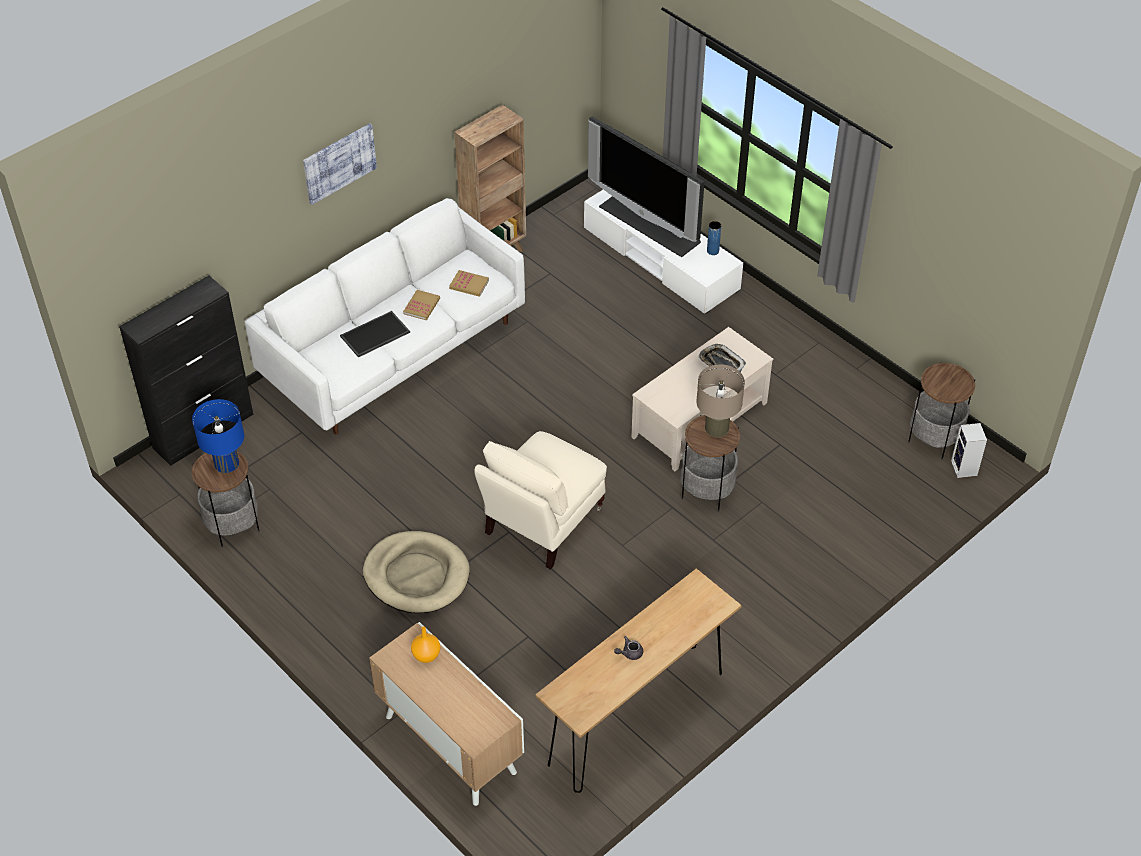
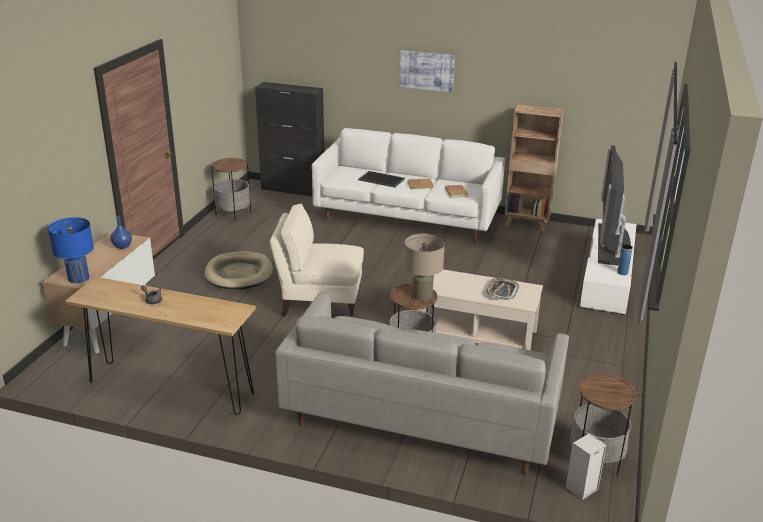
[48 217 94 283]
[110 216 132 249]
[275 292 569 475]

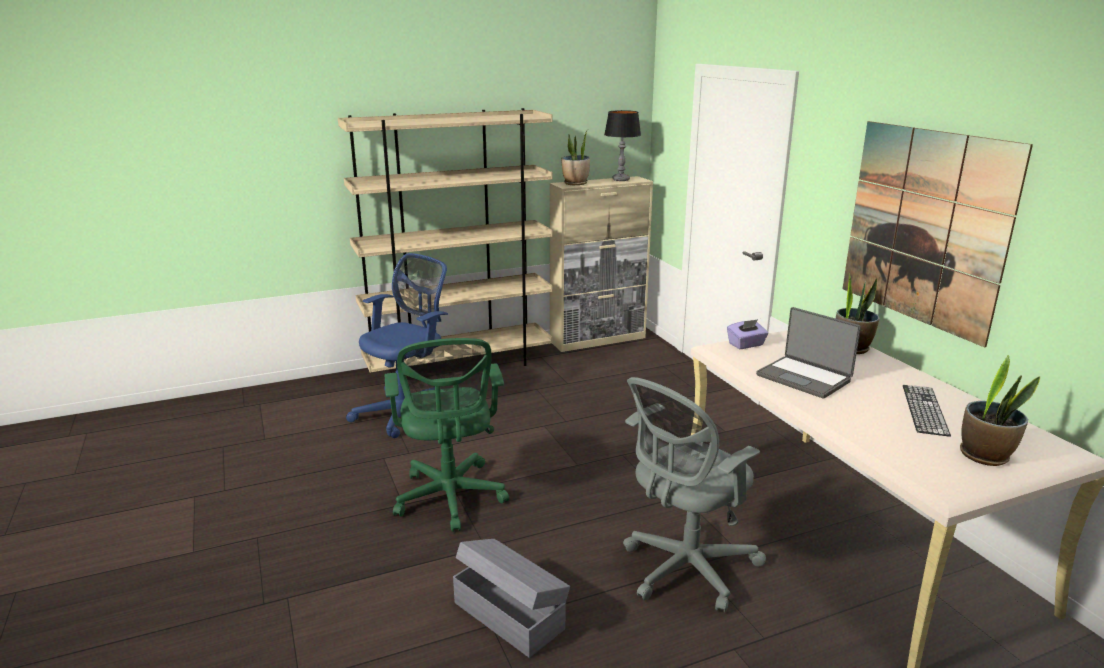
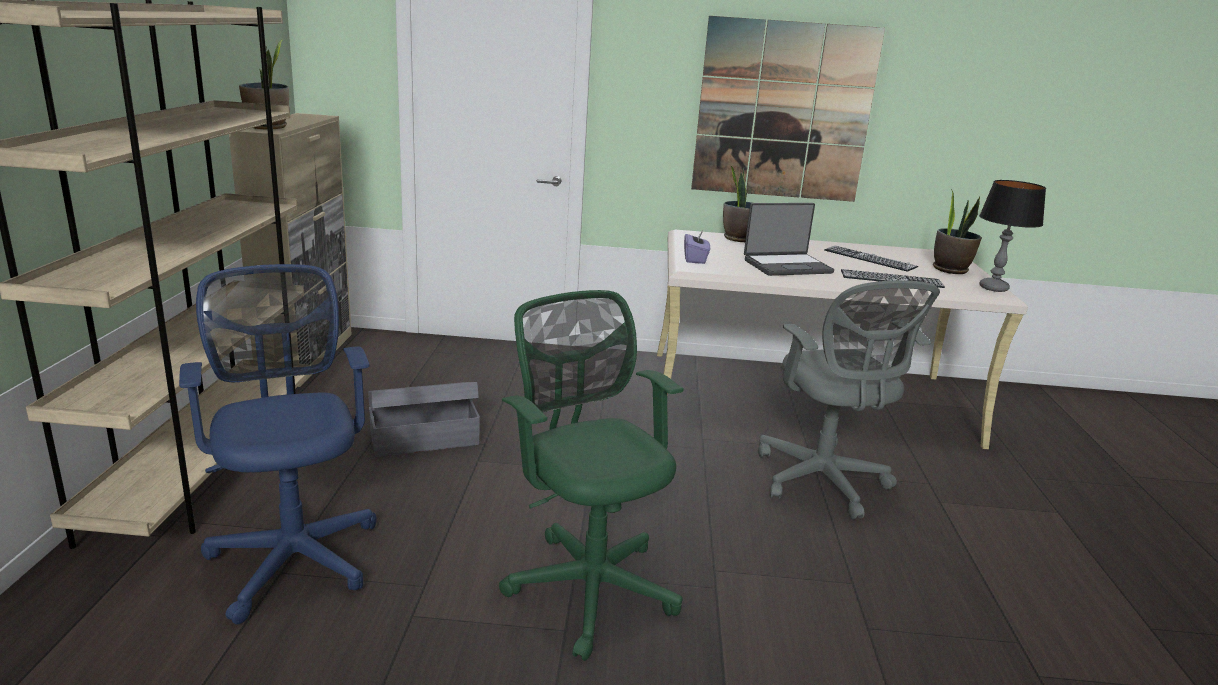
[368 382 480 457]
[499 290 684 661]
[841 269 945 288]
[979 180 1046 292]

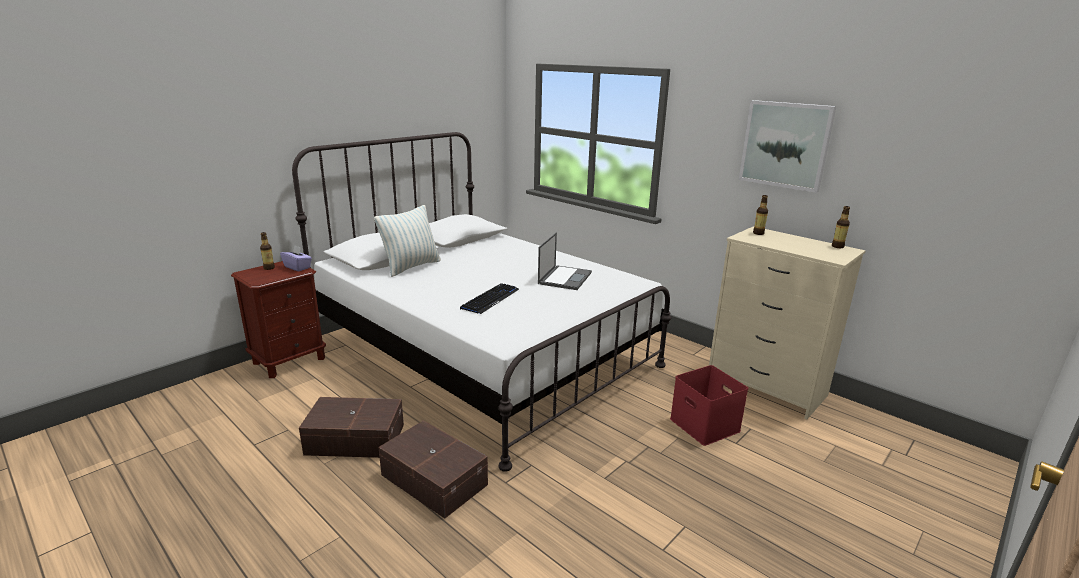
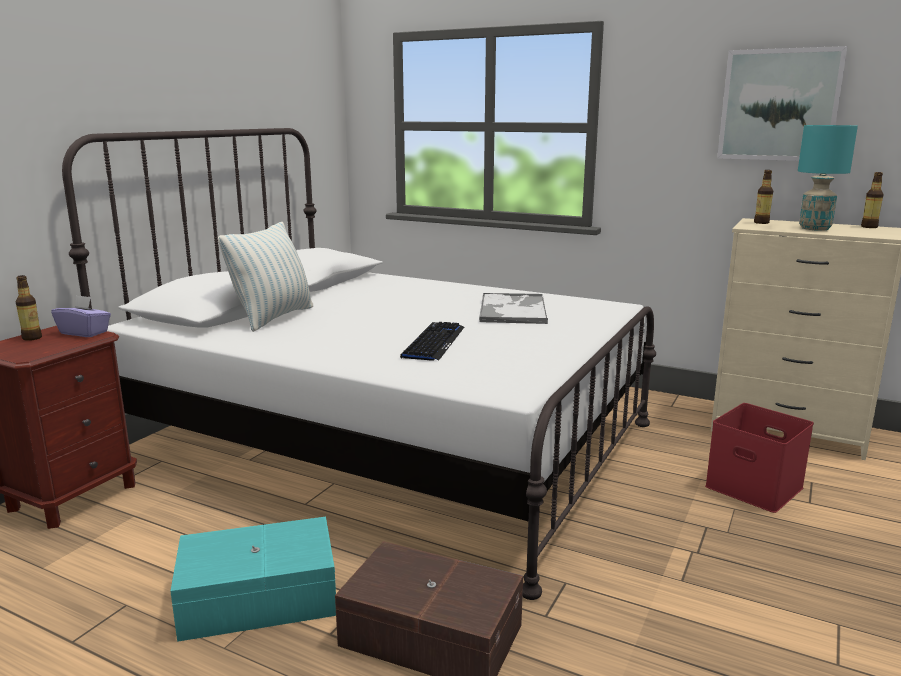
[170 517 336 642]
[479 293 548 324]
[798 125 858 231]

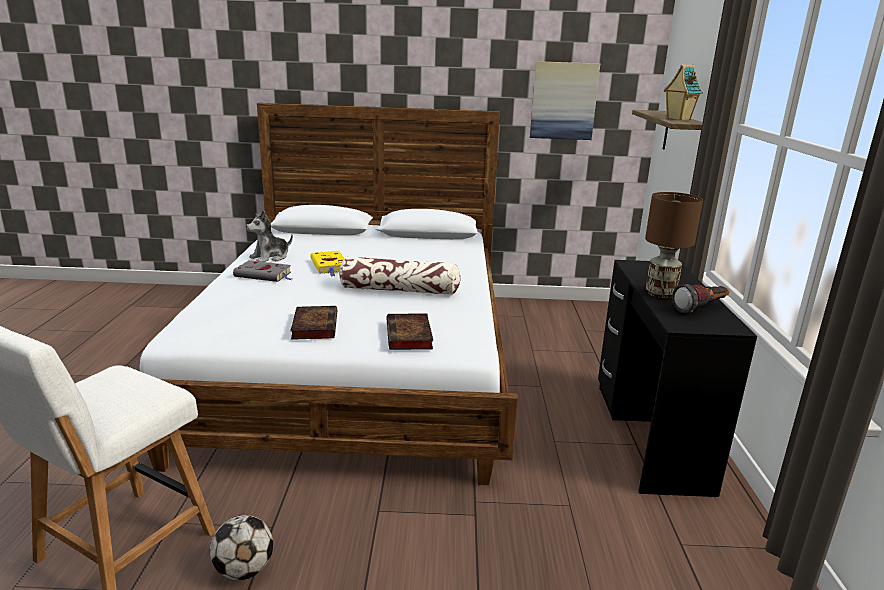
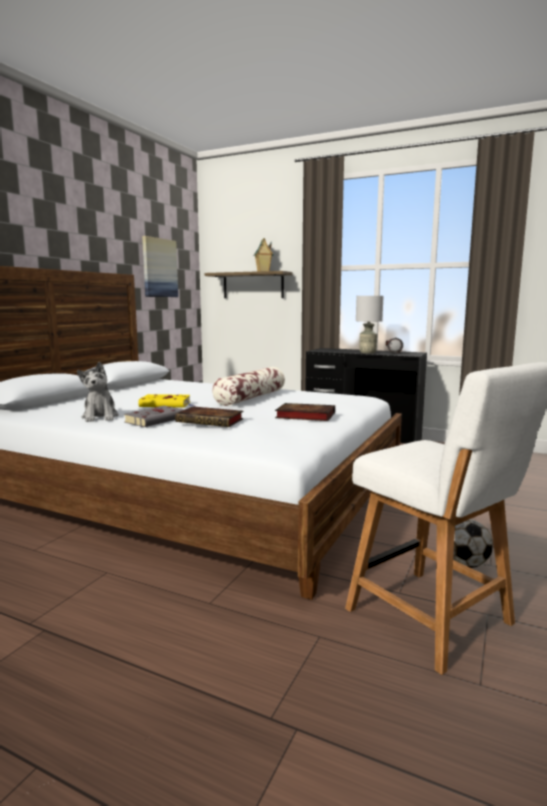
[175 406 243 427]
[356 296 384 354]

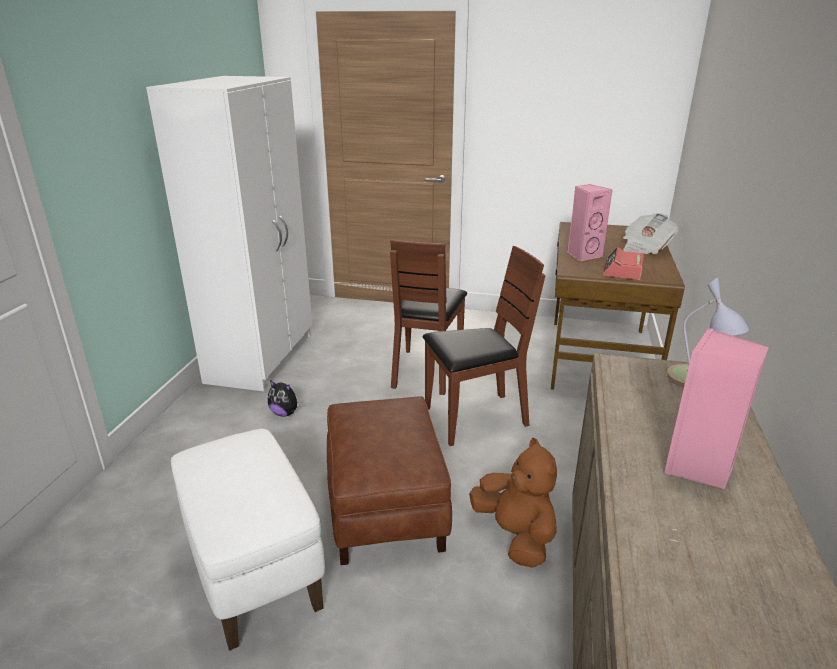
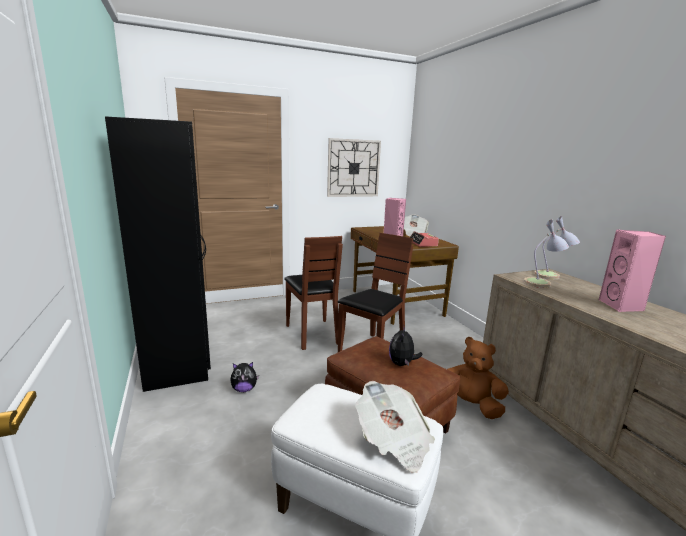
[105 116 211 392]
[327 138 381 197]
[355 381 435 473]
[389 327 422 366]
[524 220 569 288]

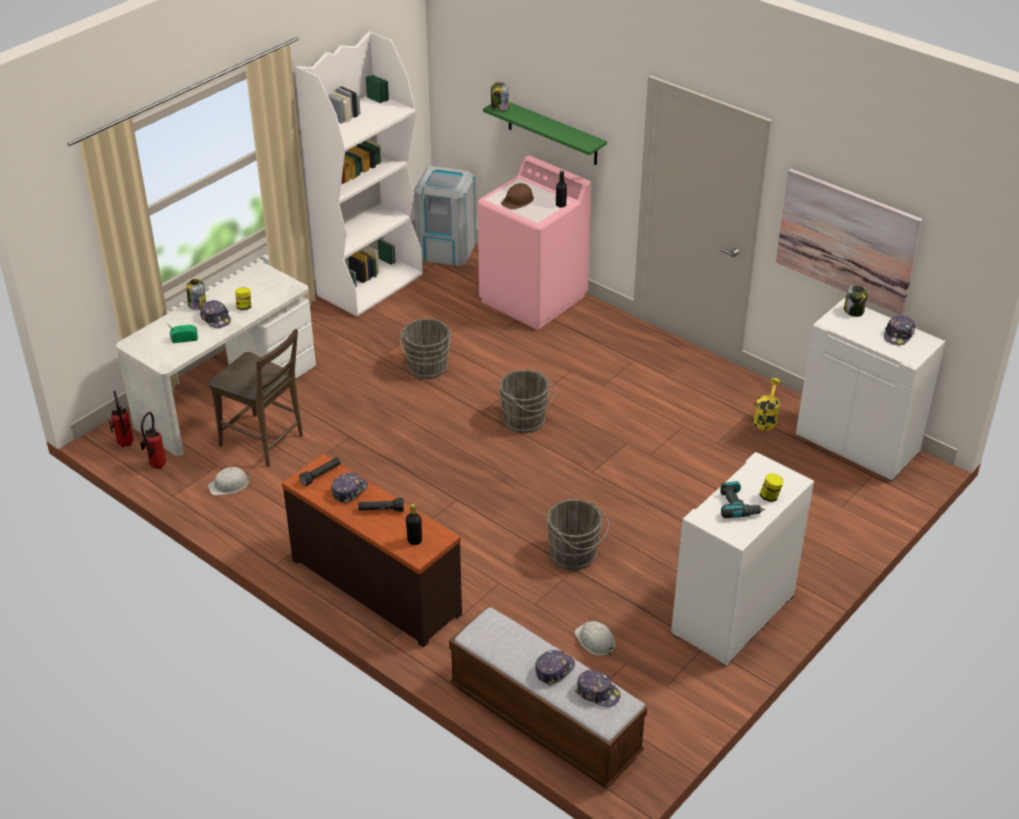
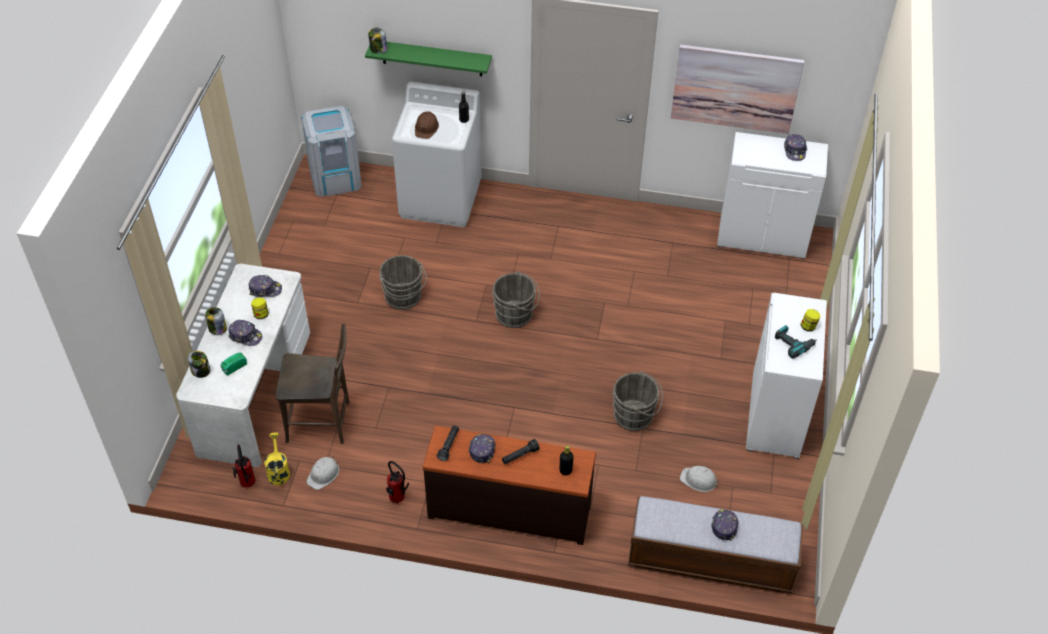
[188 351 210 378]
[249 275 282 297]
[264 432 290 486]
[386 461 409 503]
[392 82 482 227]
[295 31 423 317] (first image)

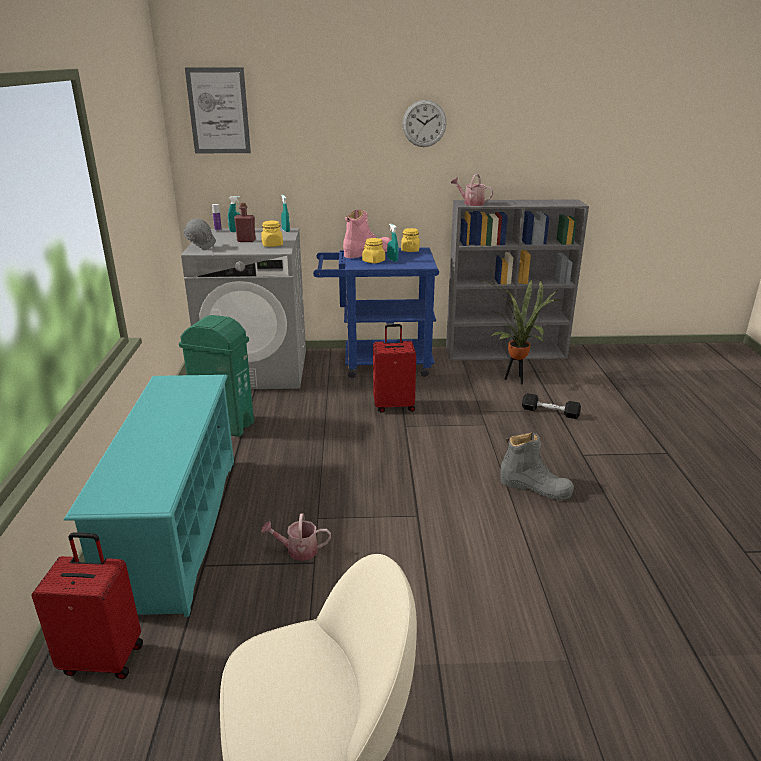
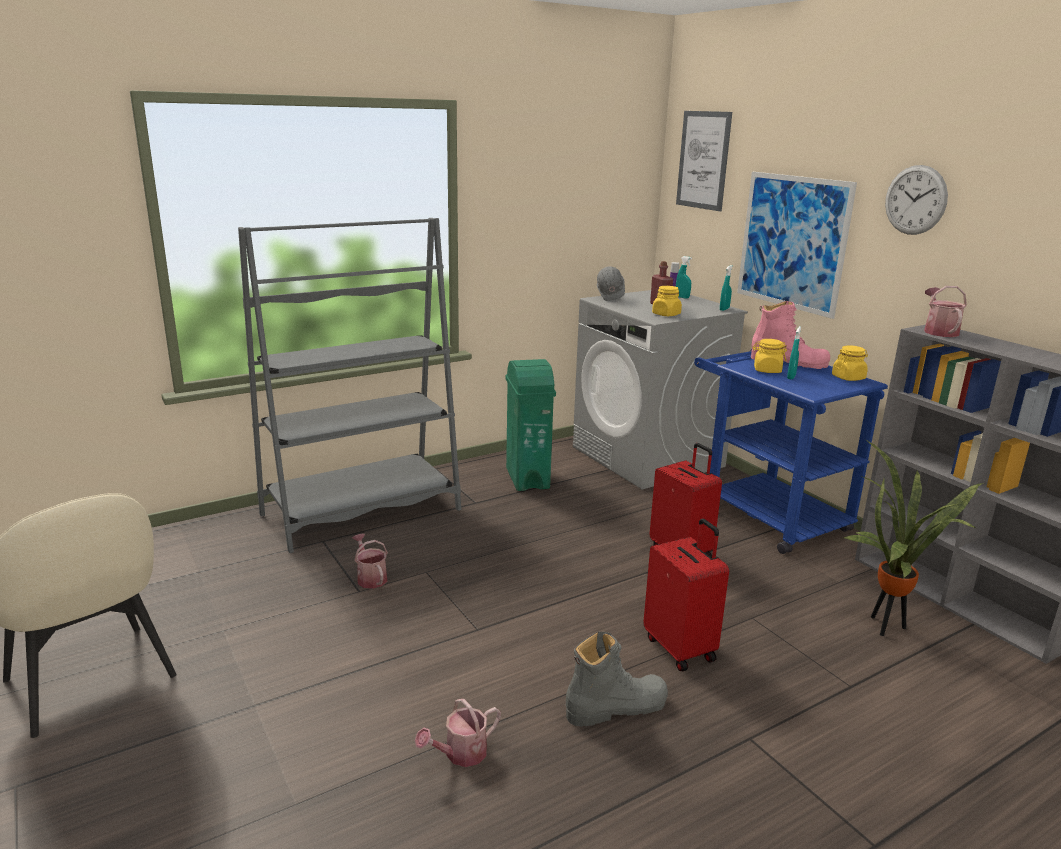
[238 218 461 553]
[415 699 501 767]
[566 632 668 727]
[643 518 729 672]
[737 172 857 319]
[522 393 581 419] (first image)

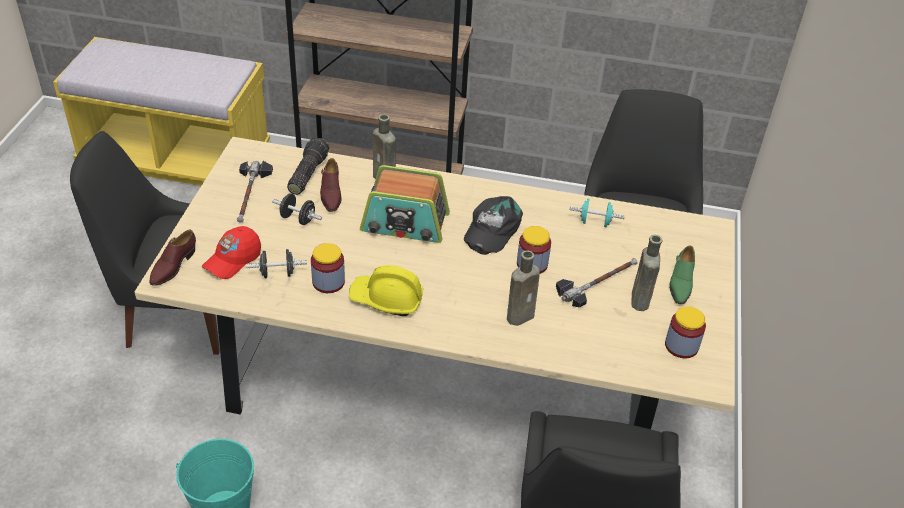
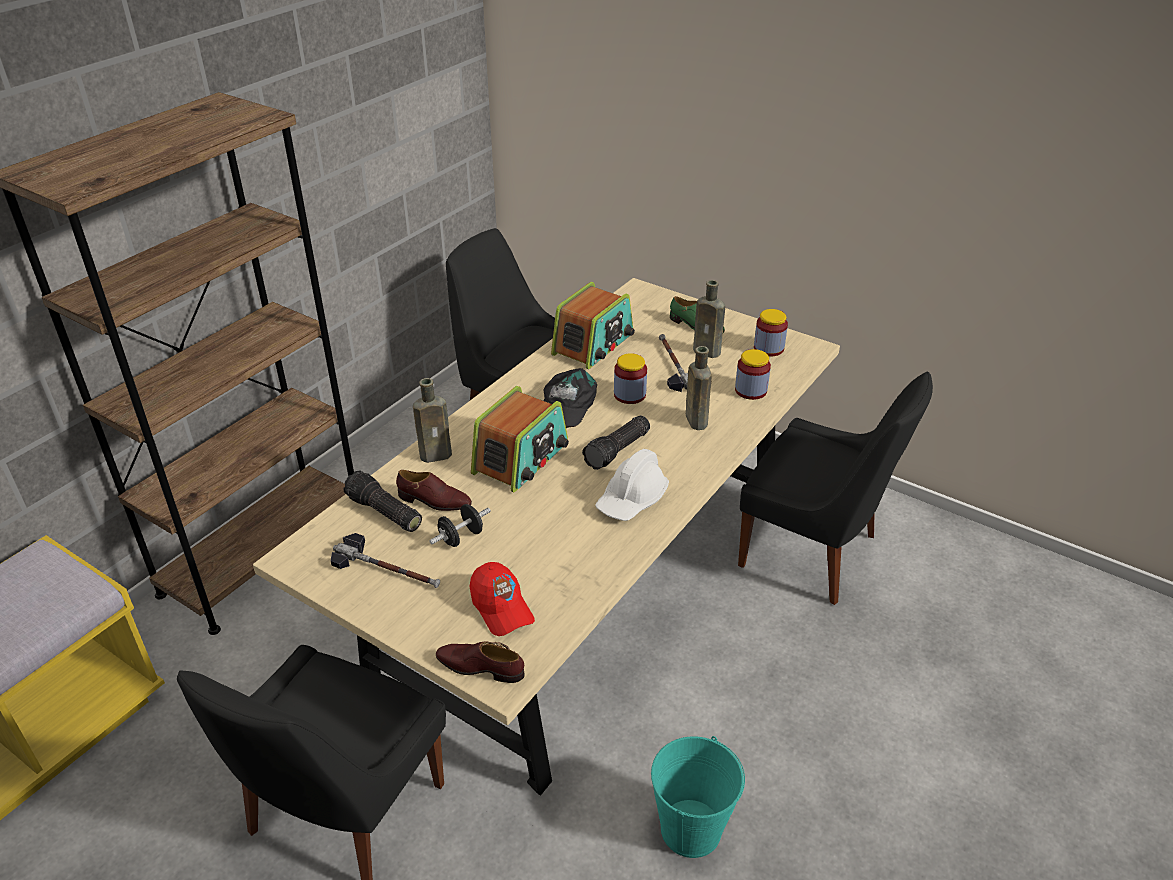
[436 642 525 683]
[543 368 597 428]
[551 282 635 369]
[582 416 650 470]
[595 449 669 521]
[735 349 771 400]
[246 249 307 278] (first image)

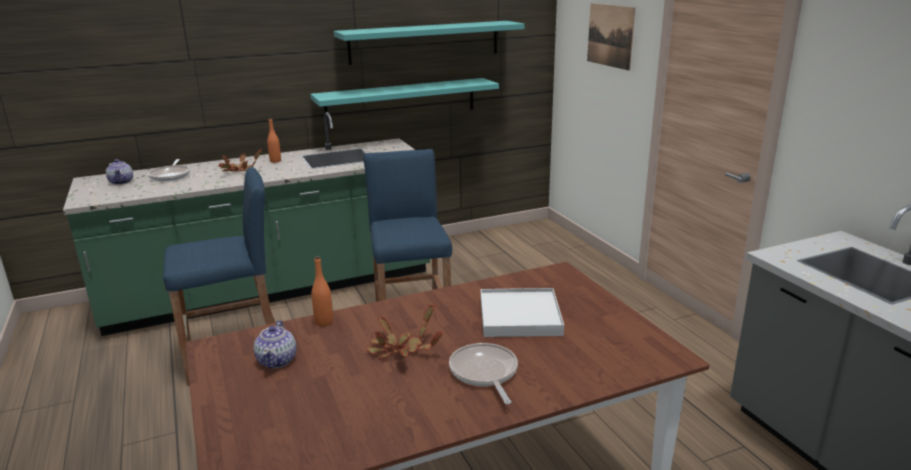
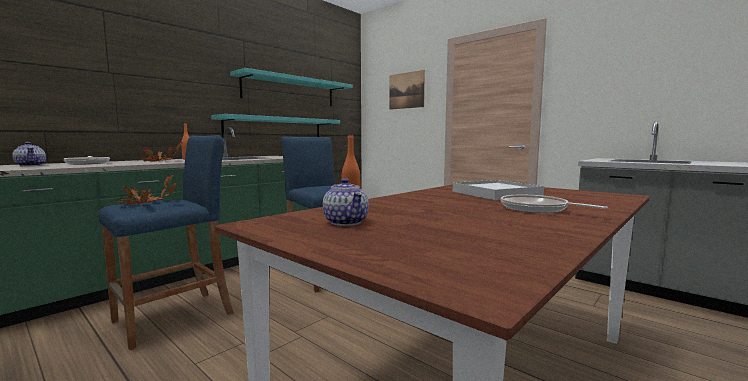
[118 175 178 205]

